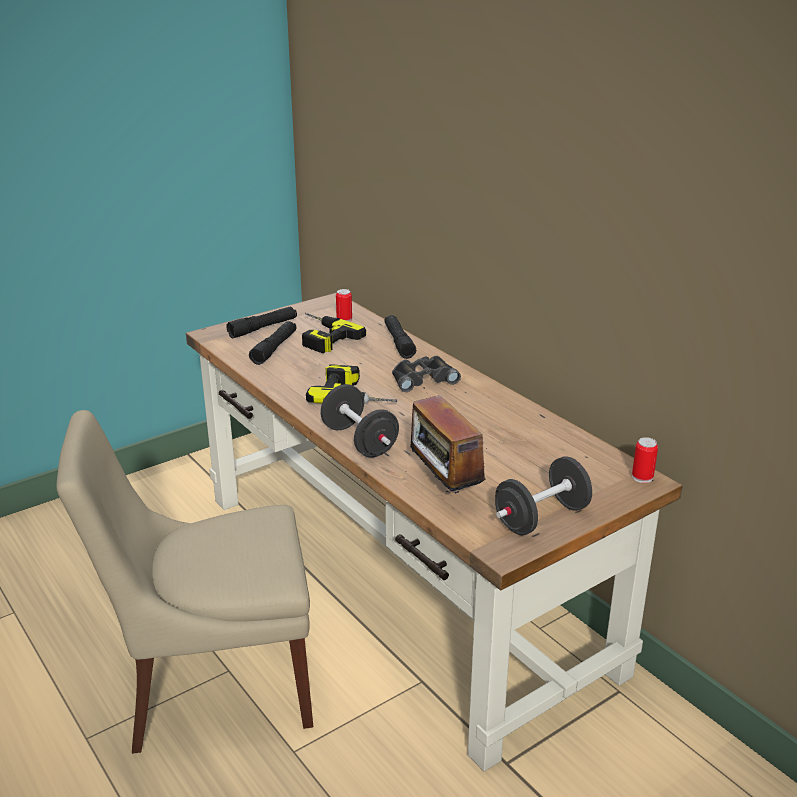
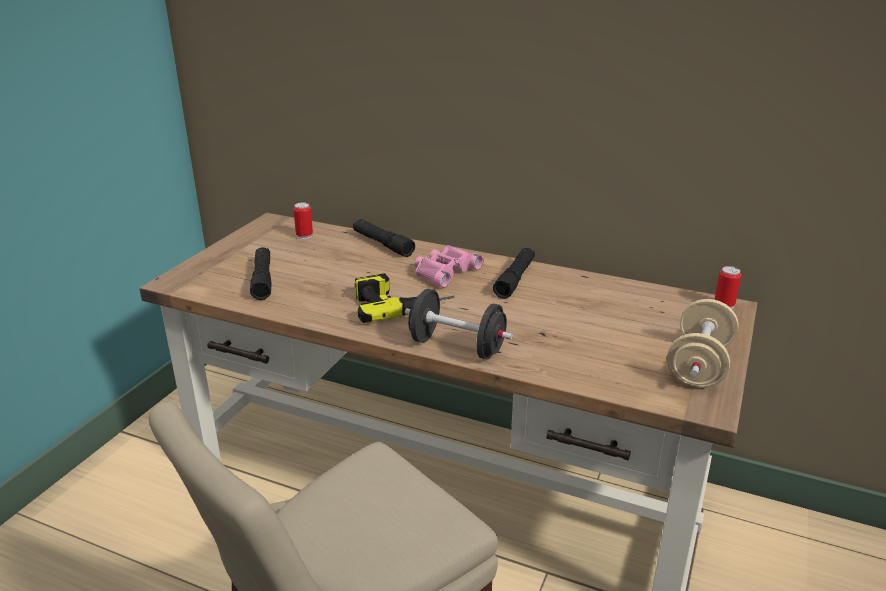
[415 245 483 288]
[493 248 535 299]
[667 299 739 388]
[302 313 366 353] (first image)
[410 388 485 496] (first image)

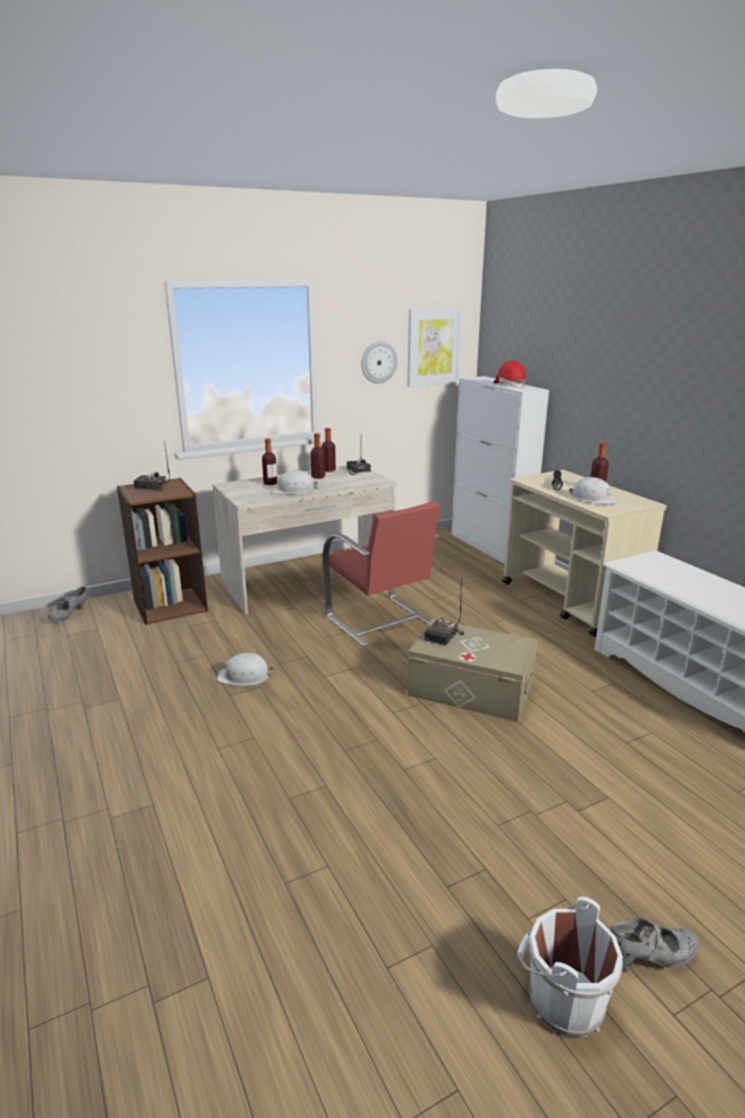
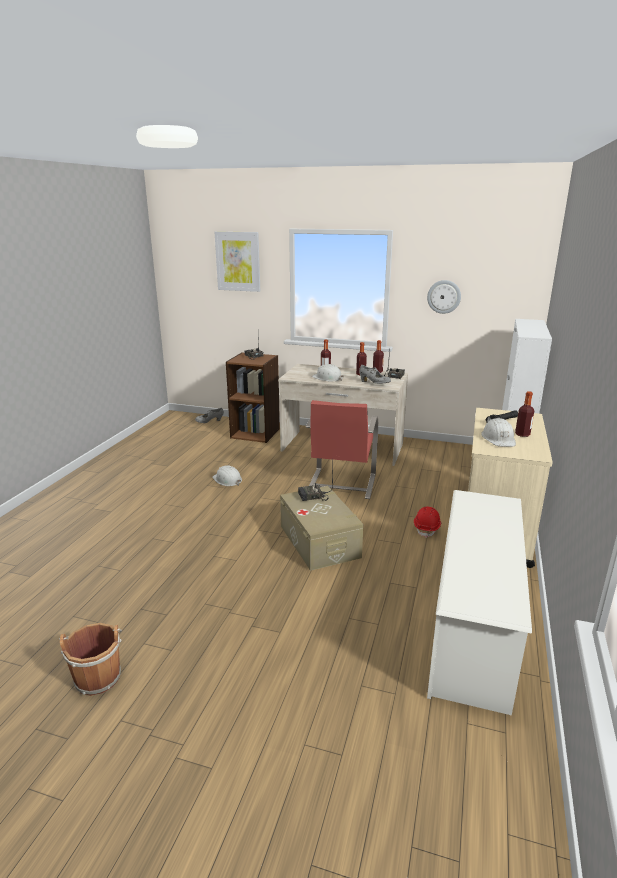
[59 623 122 696]
[215 231 260 292]
[359 365 391 384]
[414 507 441 538]

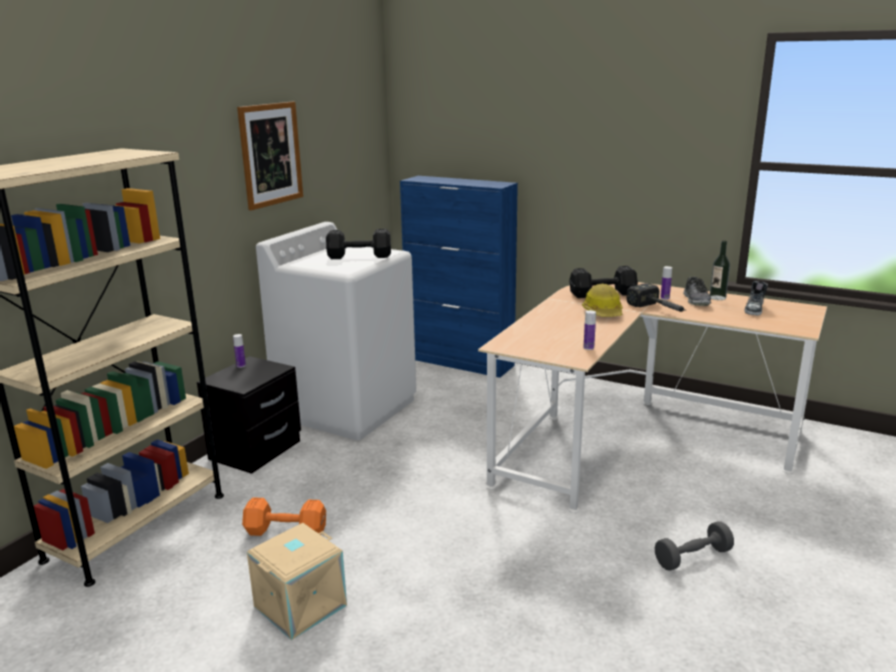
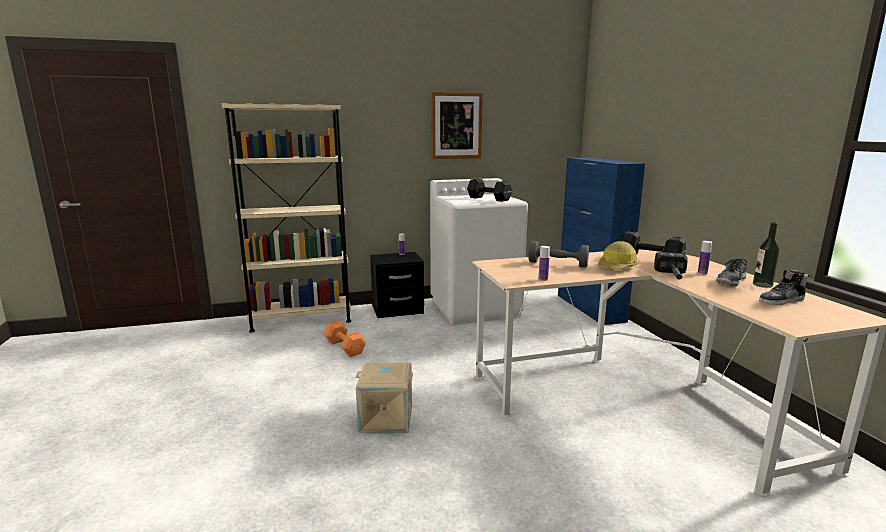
[356 362 413 433]
[528 241 589 268]

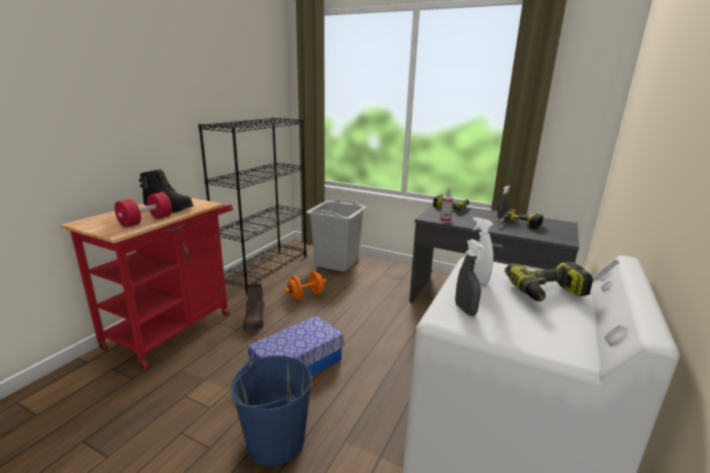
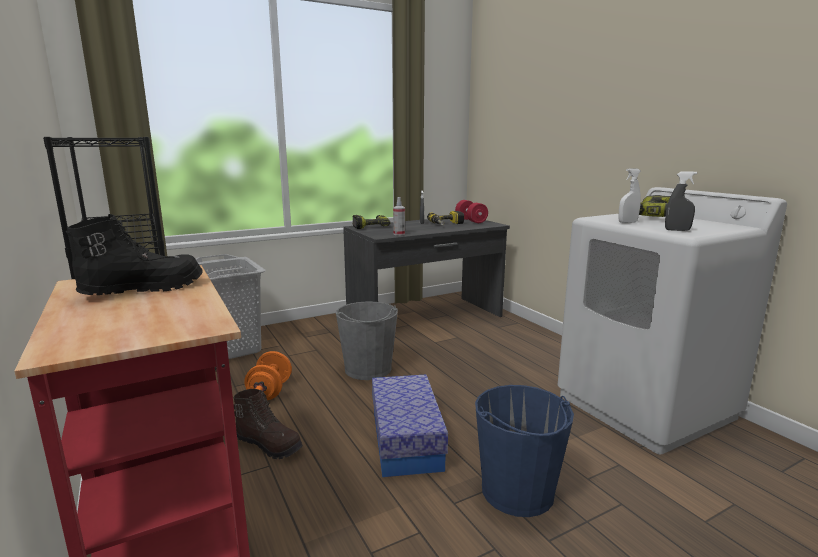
[336 301 398 380]
[455 200 488 223]

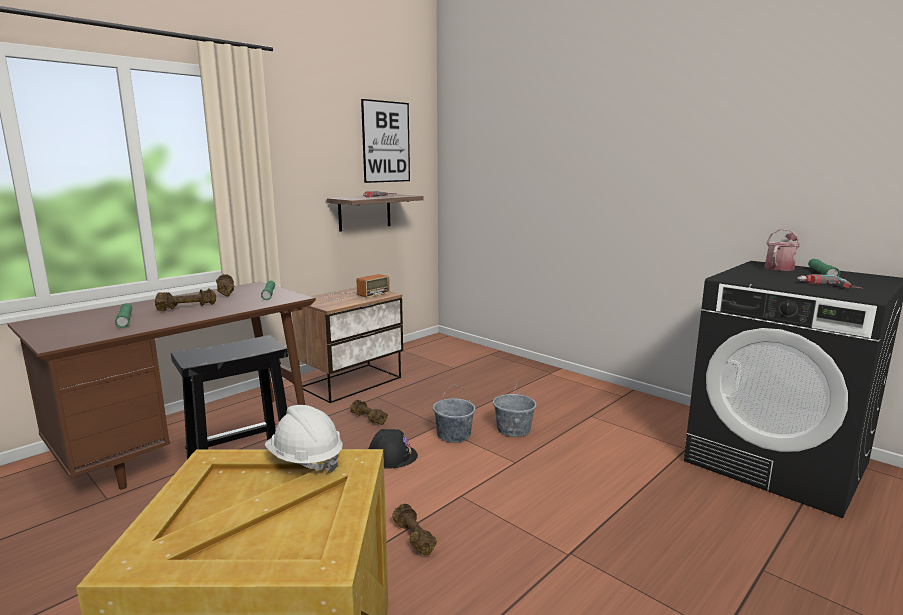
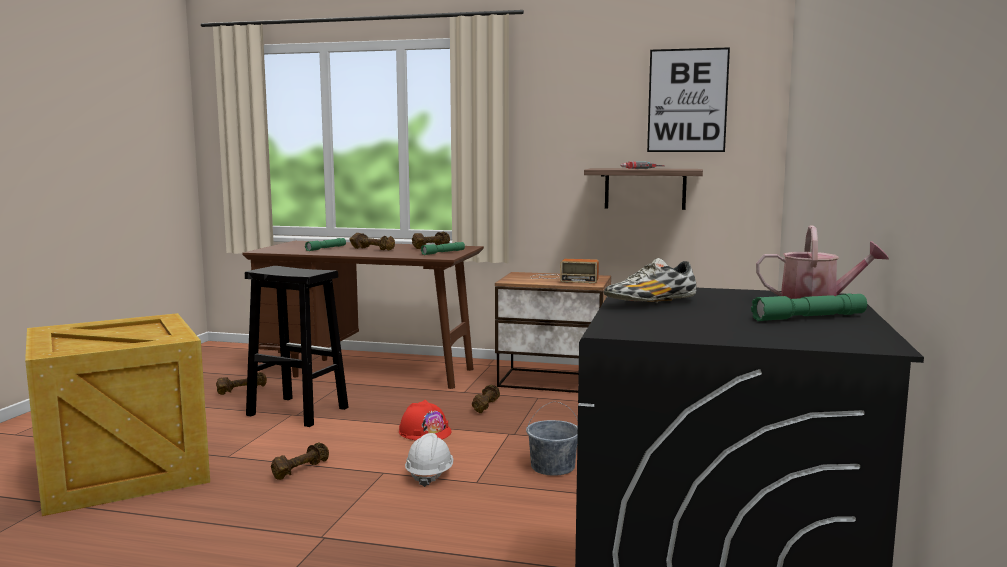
[216 372 267 395]
[399 400 451 440]
[405 433 453 487]
[604 258 696 303]
[433 385 475 443] (first image)
[797 274 863 290] (first image)

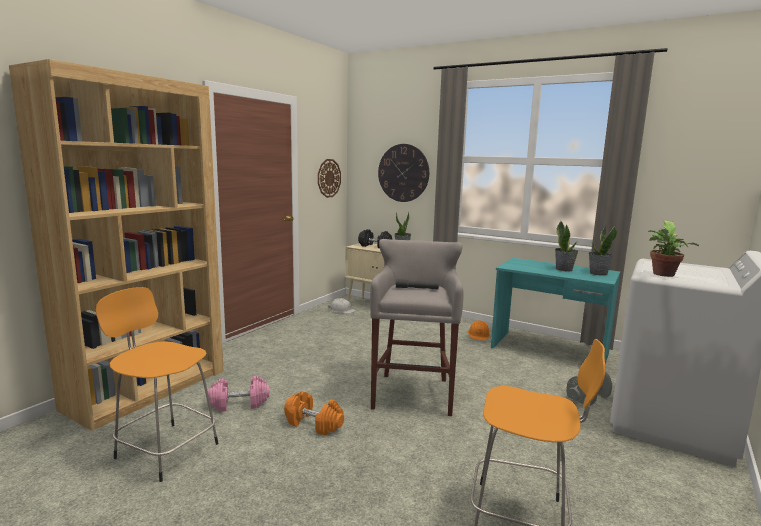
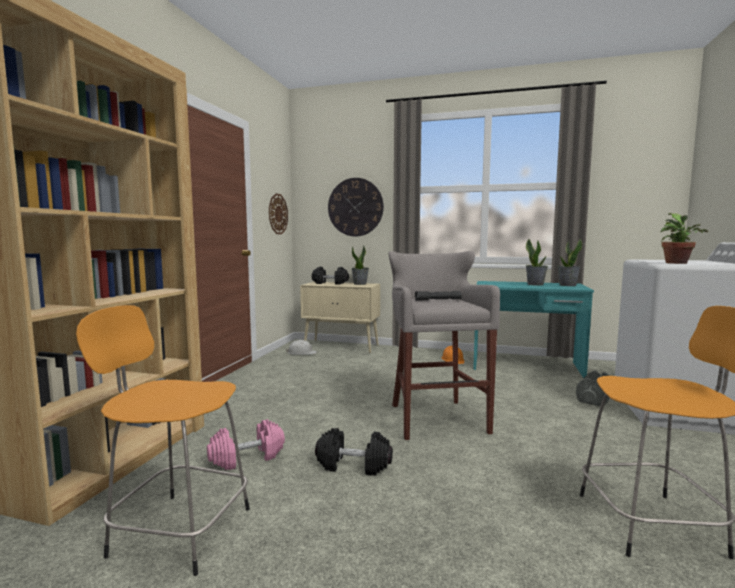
[315 428 393 476]

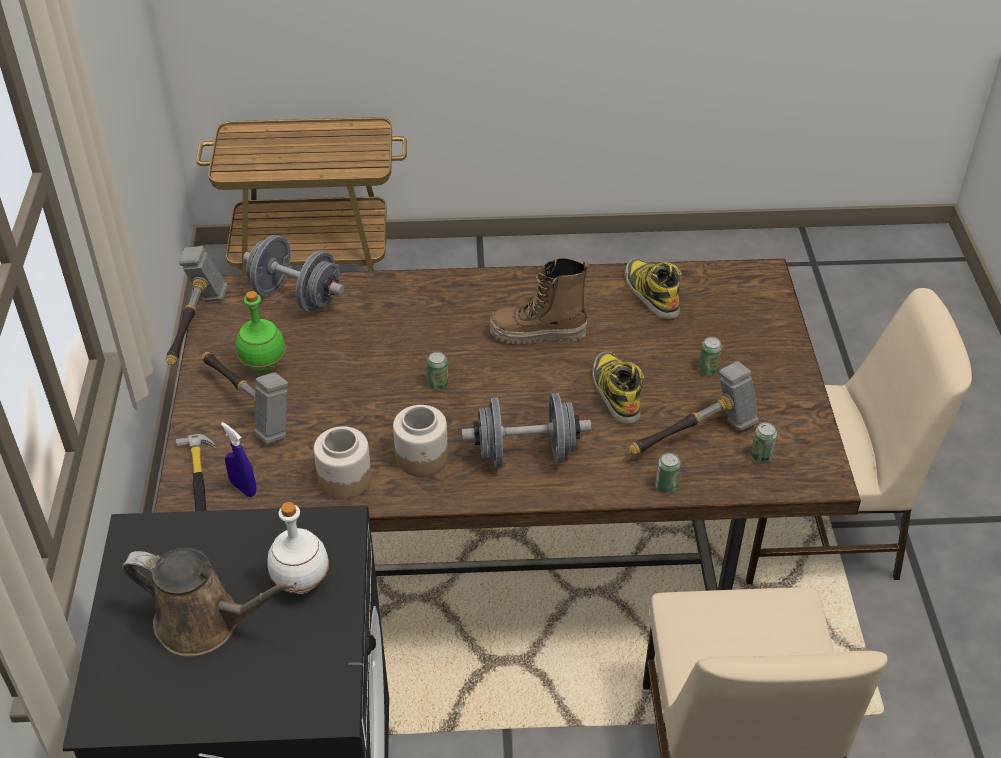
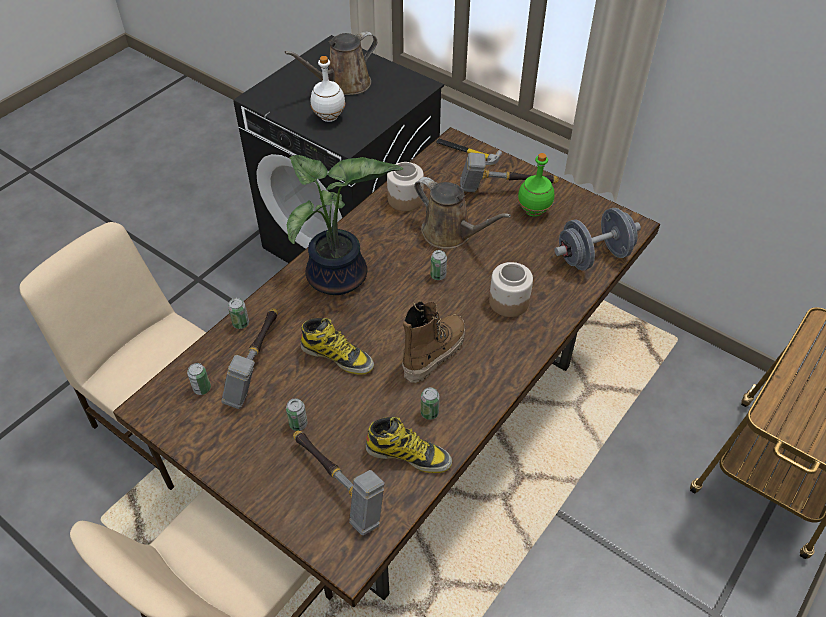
[287 155 404 295]
[293 431 385 535]
[414 177 511 249]
[421 387 440 420]
[489 262 533 317]
[221 422 257 497] (first image)

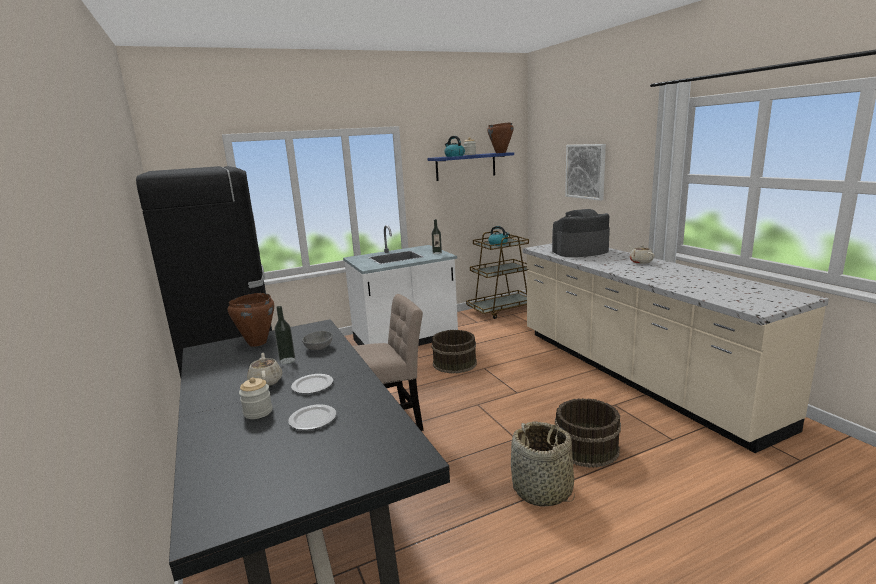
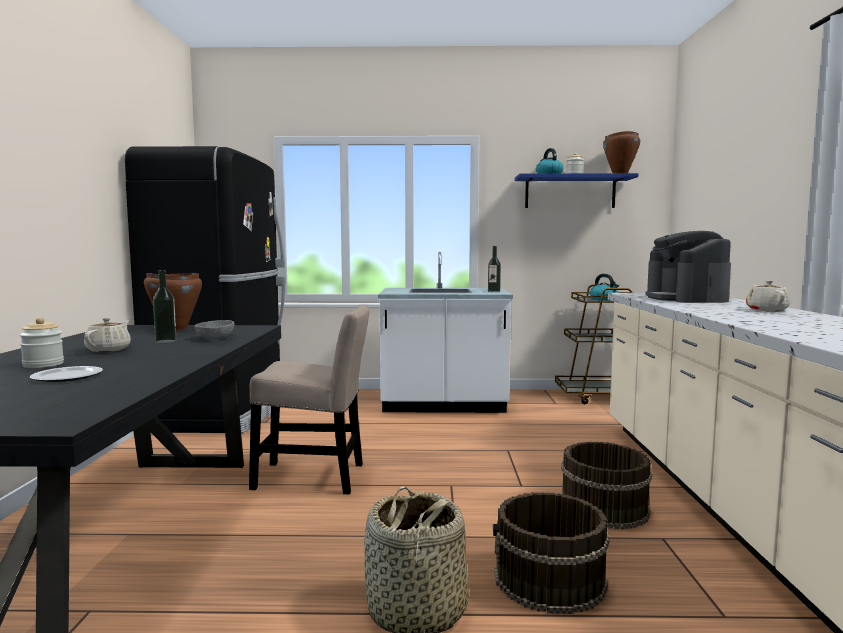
[561 442 652 529]
[645 231 731 303]
[291 374 333 394] (first image)
[565 144 606 201] (first image)

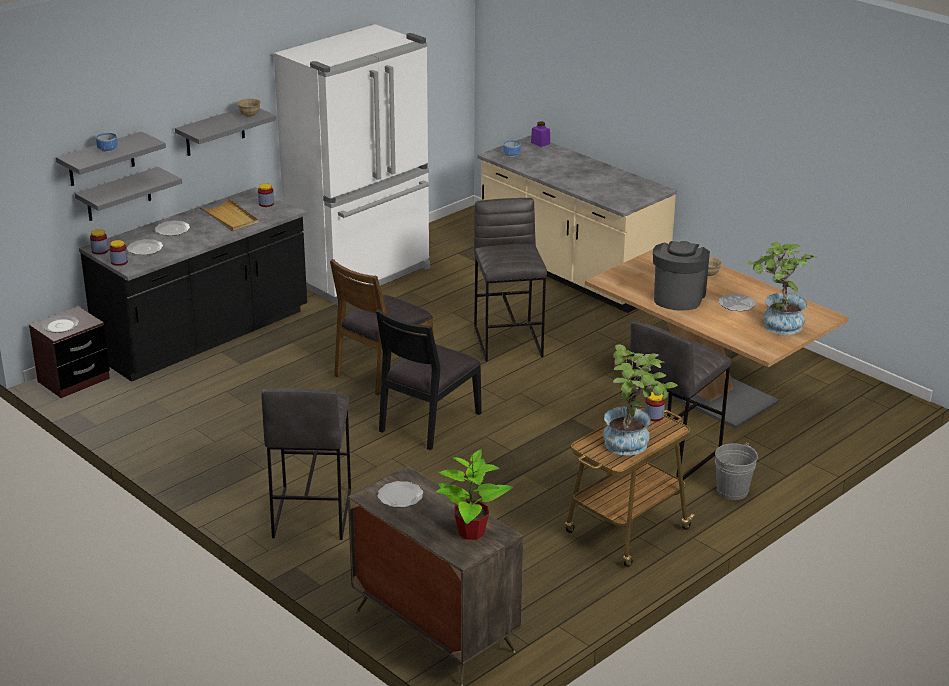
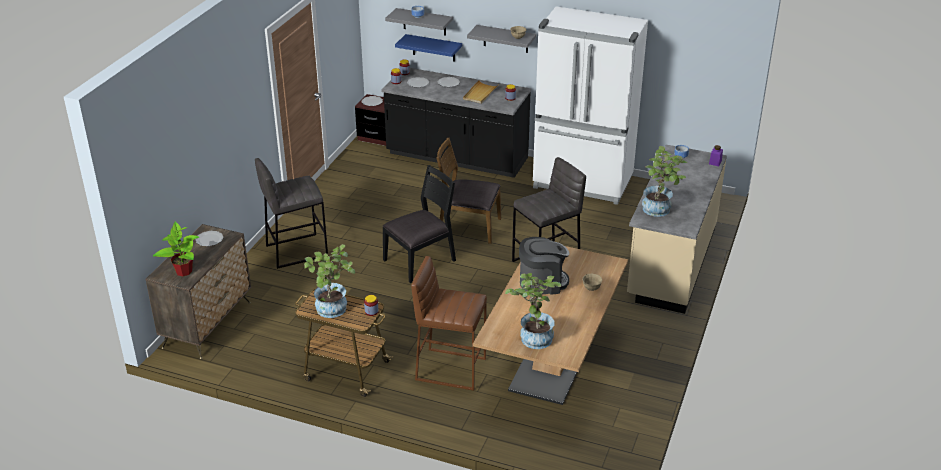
[383 165 456 283]
[395 34 462 62]
[411 256 487 391]
[642 146 687 217]
[715 443 758 500] (first image)
[719 294 756 311] (first image)

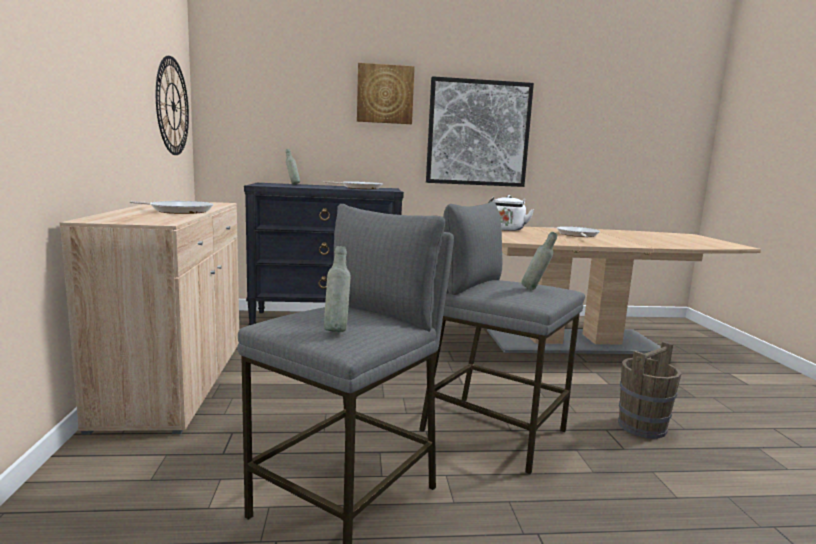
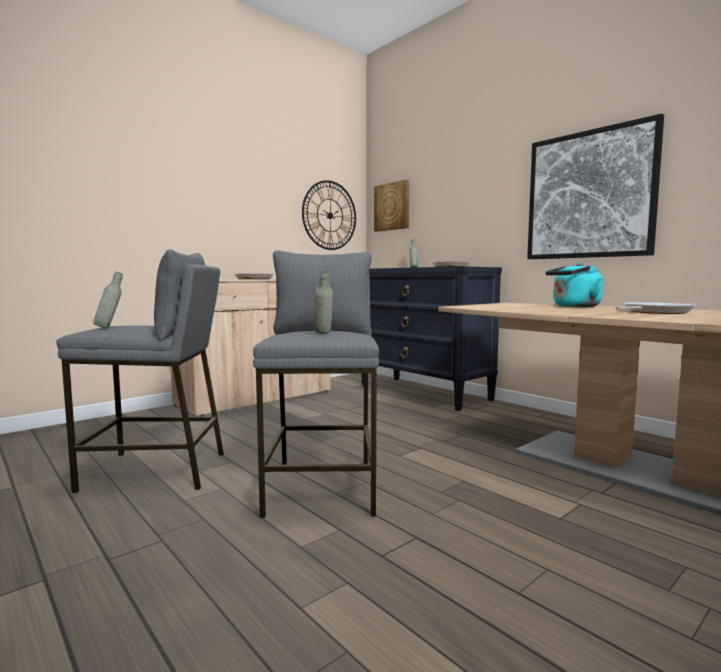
[374 179 409 232]
[545 263 603 307]
[618 342 682 439] (first image)

